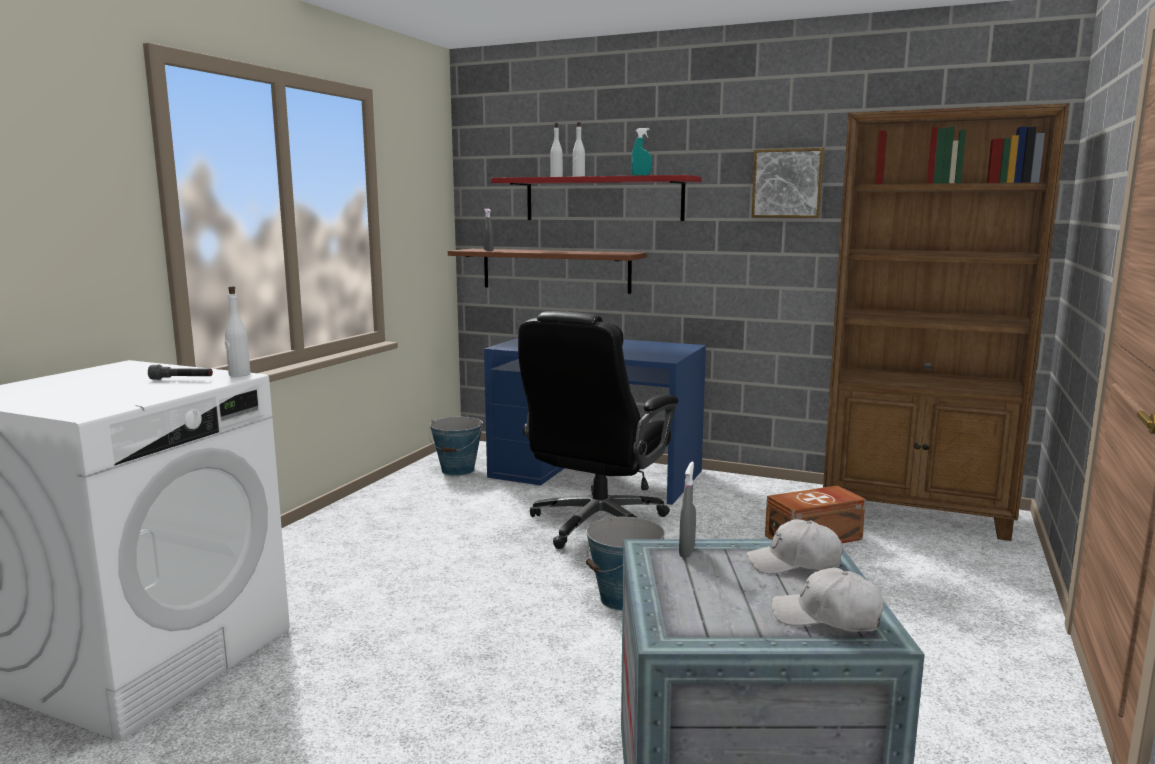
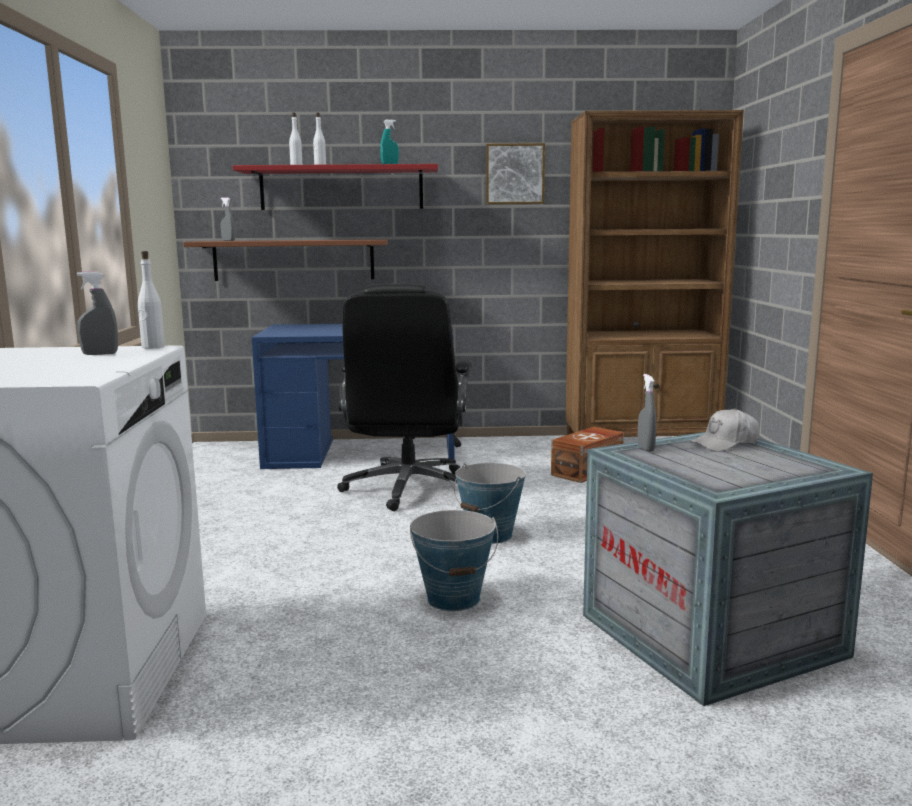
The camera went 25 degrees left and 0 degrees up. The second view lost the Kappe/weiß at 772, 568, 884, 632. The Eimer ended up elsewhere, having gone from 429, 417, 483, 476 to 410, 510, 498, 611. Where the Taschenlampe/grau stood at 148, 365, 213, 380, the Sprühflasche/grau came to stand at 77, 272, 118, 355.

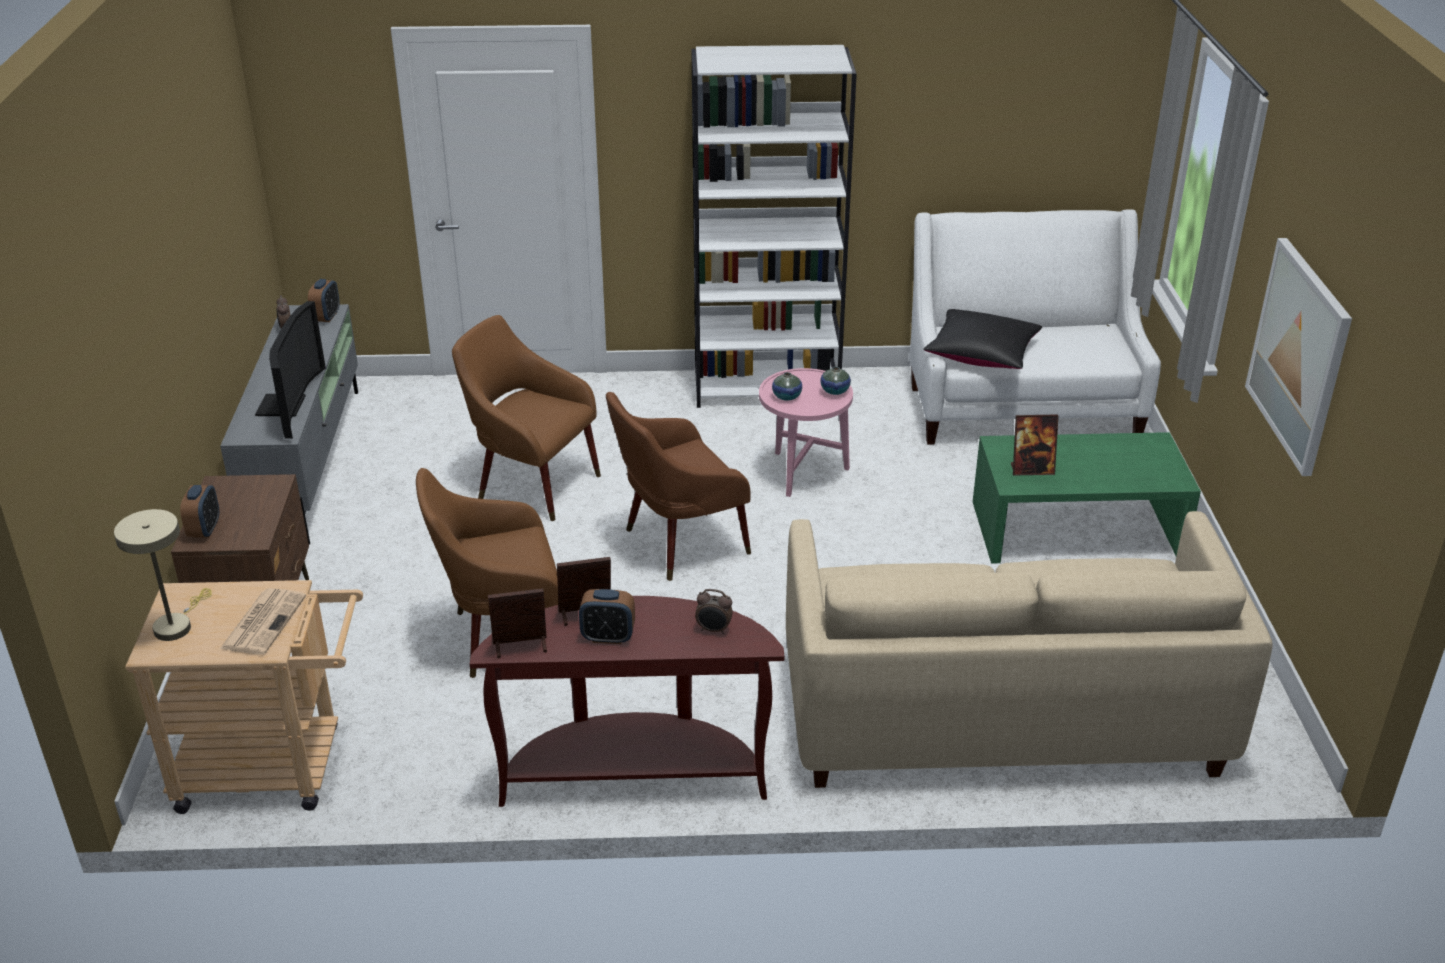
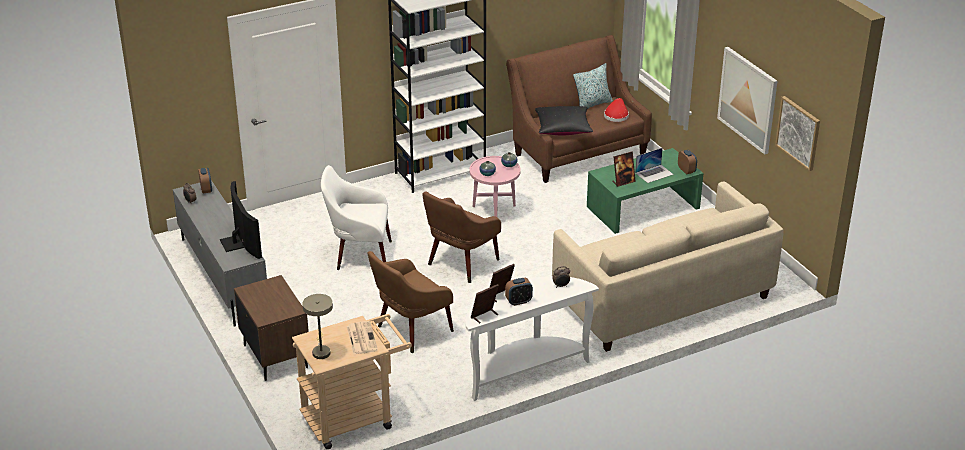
The camera went 25 degrees left and 0 degrees up. The second view gained the Kissen at 573, 63, 613, 109. The second view gained the Hut/rot at 604, 98, 629, 122. The second view gained the Laptop at 635, 148, 674, 183. The second view gained the Bild at 775, 96, 820, 171. The Wecker ended up elsewhere, having gone from 180, 485, 219, 538 to 678, 150, 697, 175. What was the Sessel/braun at 452, 315, 601, 521 turned into the Sessel/weiß at 321, 165, 392, 270. What was the Konsolentisch/braun at 470, 596, 784, 807 turned into the Konsolentisch/weiß at 465, 276, 599, 401. What was the Sofa/weiß at 909, 209, 1161, 445 turned into the Sofa/braun at 506, 35, 652, 183.

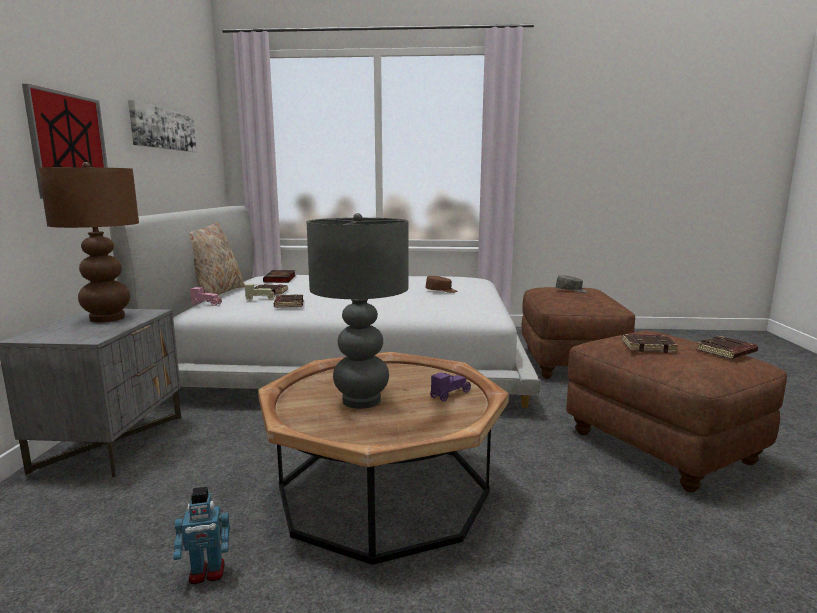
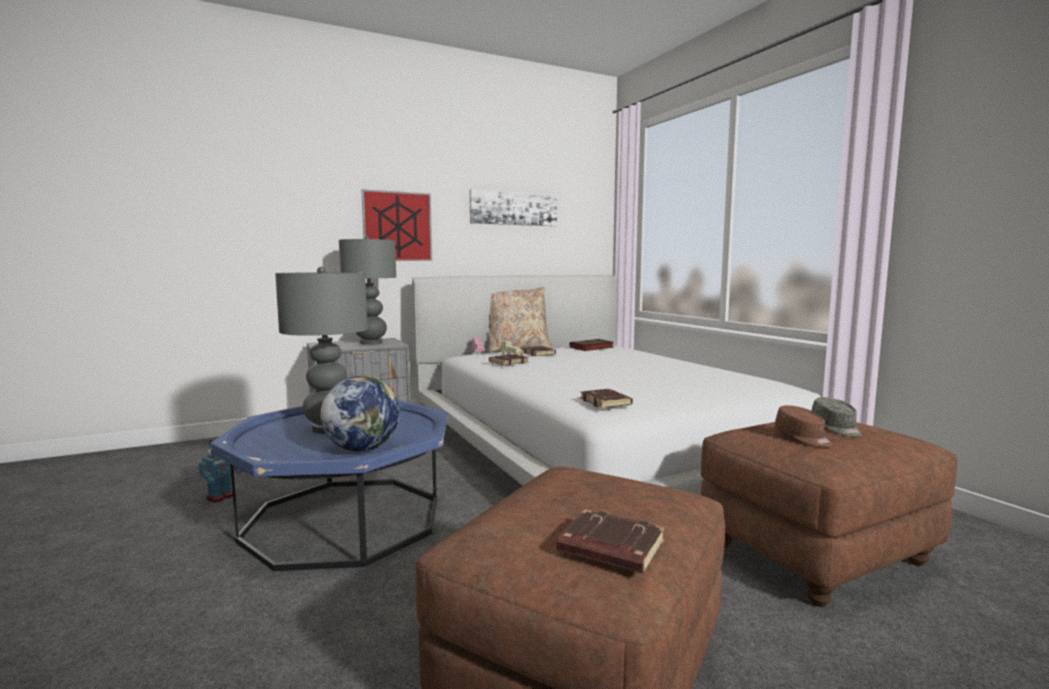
The camera went 60 degrees right and 5 degrees down. The Kappe/braun ended up elsewhere, having gone from 426, 276, 457, 293 to 775, 405, 833, 447. The Buch/braun ended up elsewhere, having gone from 622, 334, 678, 353 to 580, 389, 633, 408. Where the Spielzeugauto/lila stood at 430, 372, 471, 402, the Globus came to stand at 320, 376, 400, 452. What was the Tischlampe/braun at 38, 162, 139, 322 turned into the Tischlampe/grau at 339, 236, 396, 345. What was the Couchtisch/braun at 258, 352, 509, 565 turned into the Couchtisch/blau at 210, 400, 447, 571. The Spielzeugroboter at 173, 487, 230, 584 ended up facing another way, 105 degrees counterclockwise from before.

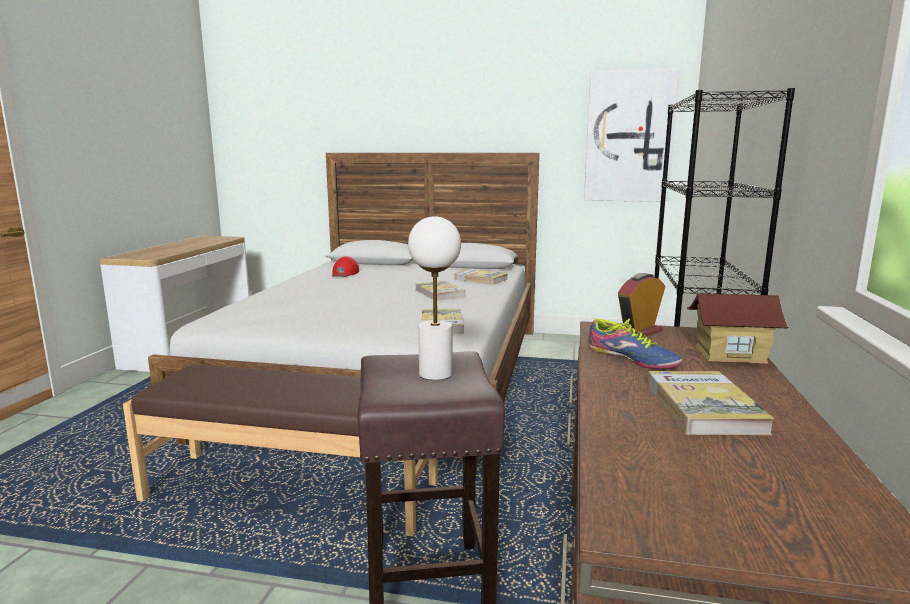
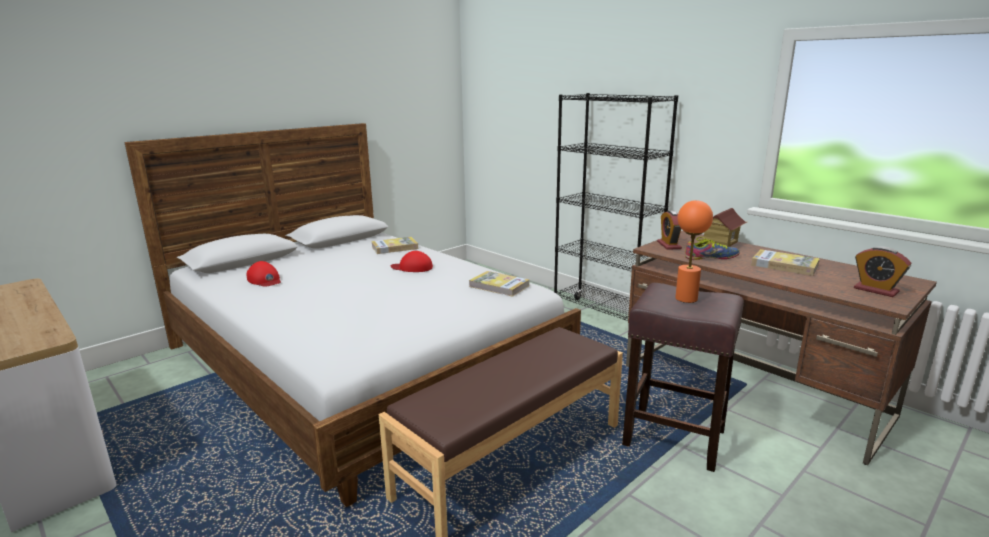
The camera went 55 degrees left and 5 degrees up. The second view lost the Bild at 584, 68, 680, 202. The second view gained the Wecker at 854, 246, 911, 297. Where the Buch stood at 415, 281, 465, 300, the Kappe/rot came to stand at 391, 251, 433, 272. What was the Tischlampe/weiß at 408, 216, 461, 380 turned into the Tischlampe/orange at 675, 200, 713, 303.

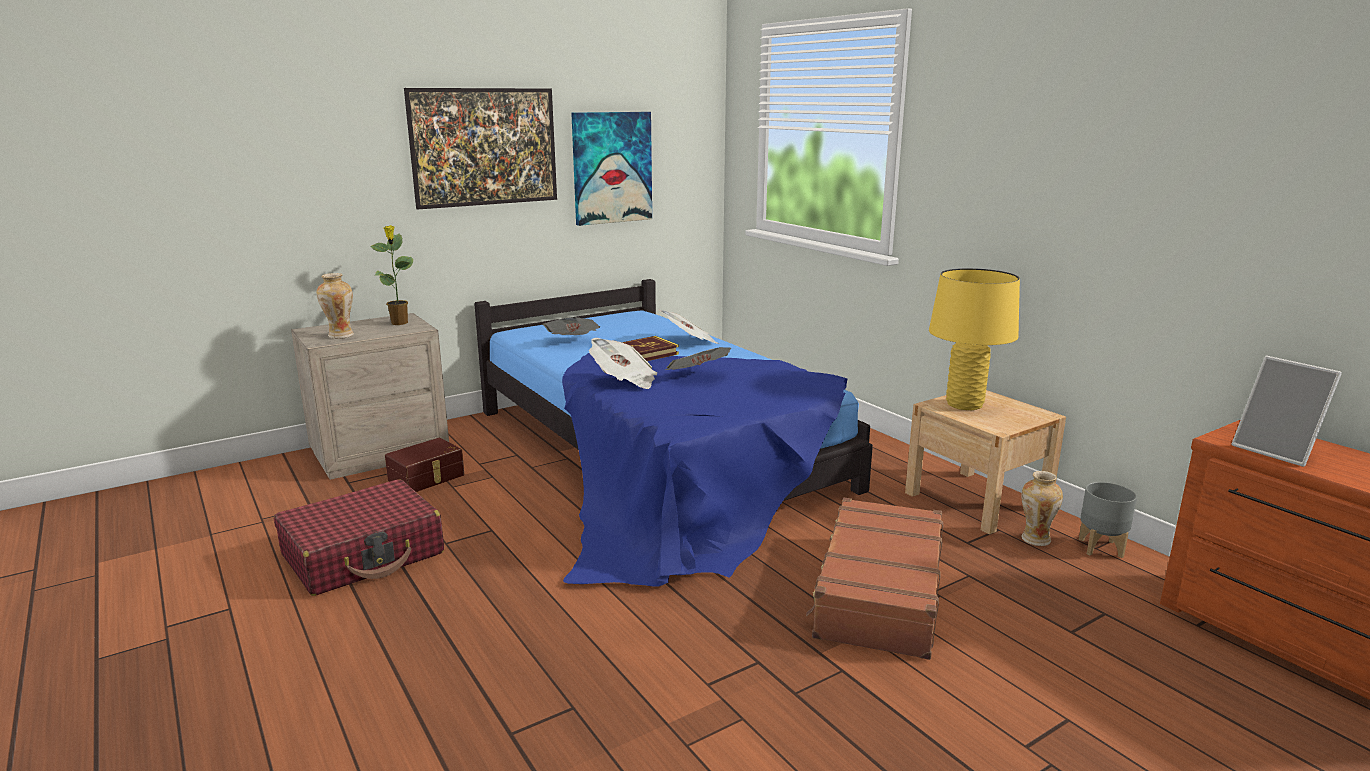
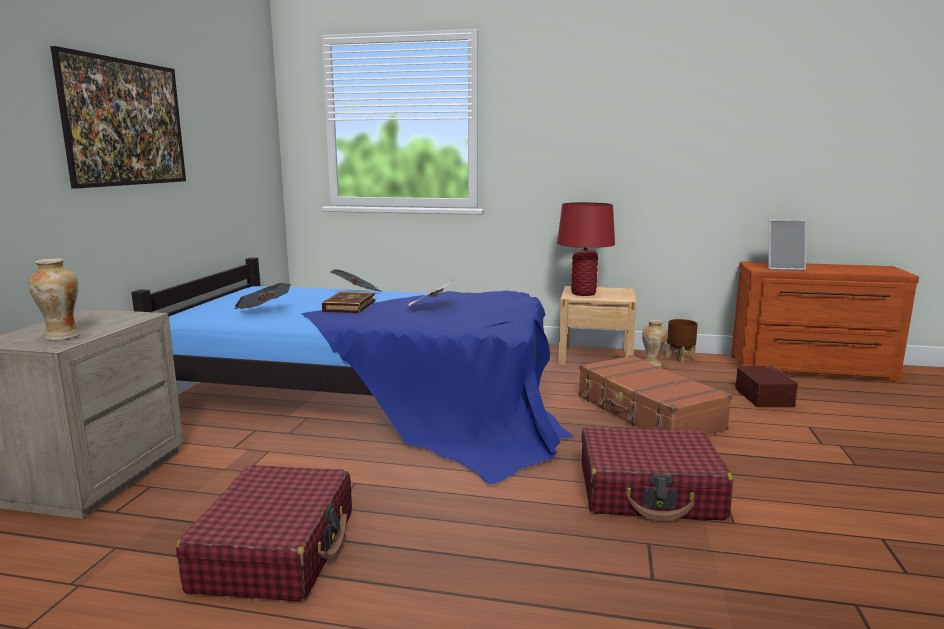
The camera went 45 degrees left and 5 degrees down. The second view lost the Topfpflanze at 371, 225, 414, 325. The second view lost the Bild at 571, 112, 652, 226. The second view lost the Zeitung at 589, 338, 657, 389. The second view gained the Koffer/rot at 582, 427, 733, 522. The Aufbewahrungsbox/braun ended up elsewhere, having gone from 385, 438, 464, 492 to 735, 366, 798, 407. What was the Tischlampe/gelb at 929, 268, 1020, 410 turned into the Tischlampe/rot at 557, 202, 615, 296. What was the Pflanzkübel/grau at 1079, 482, 1137, 558 turned into the Pflanzkübel/braun at 666, 319, 698, 364.

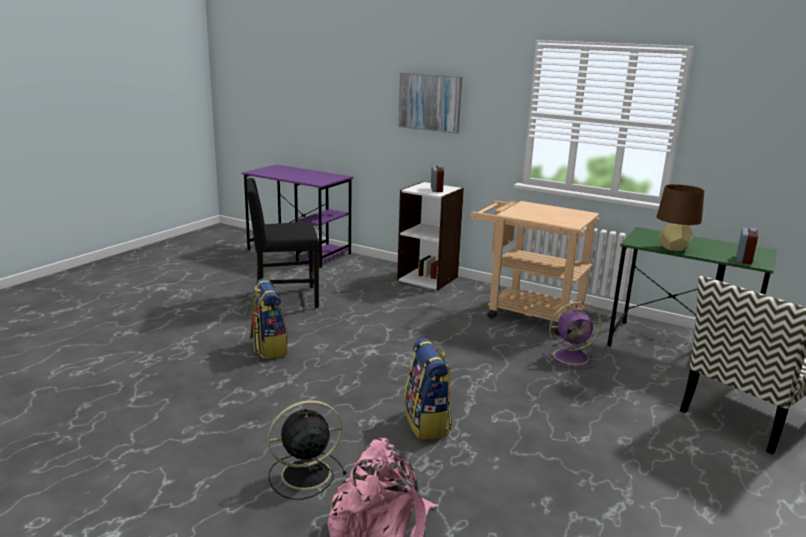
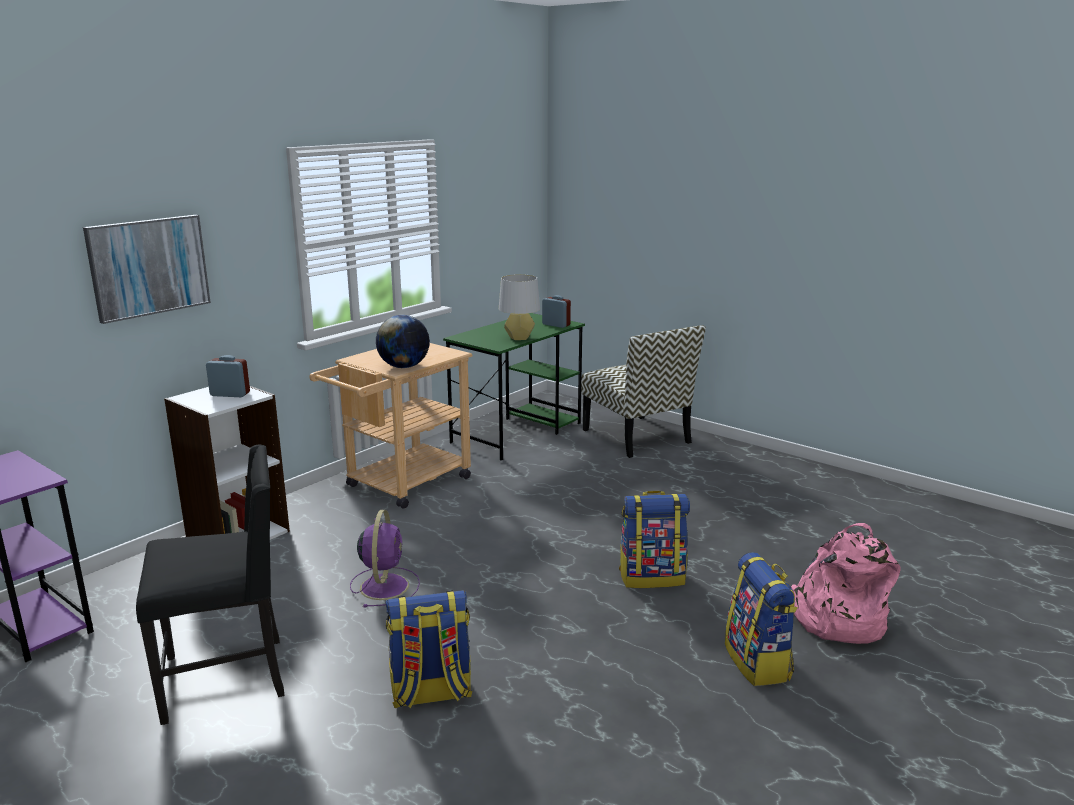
The camera went 80 degrees left and 0 degrees up. The second view gained the Globus at 376, 315, 430, 368. The Ventilator/lila ended up elsewhere, having gone from 542, 301, 601, 369 to 350, 510, 420, 607. Where the Ventilator/schwarz stood at 268, 400, 347, 500, the Rucksack came to stand at 725, 552, 798, 686. What was the Tischlampe/braun at 657, 184, 704, 251 turned into the Tischlampe/grau at 499, 274, 540, 340. The Stuhl/schwarz at 246, 178, 320, 308 ended up facing another way, 105 degrees counterclockwise from before.

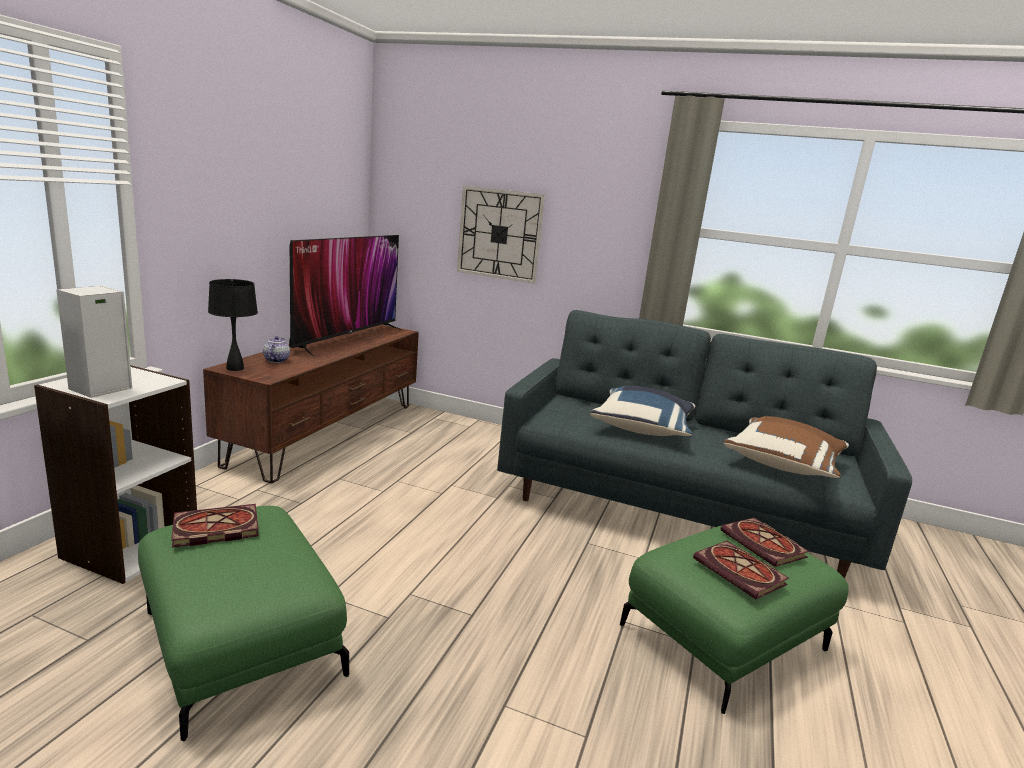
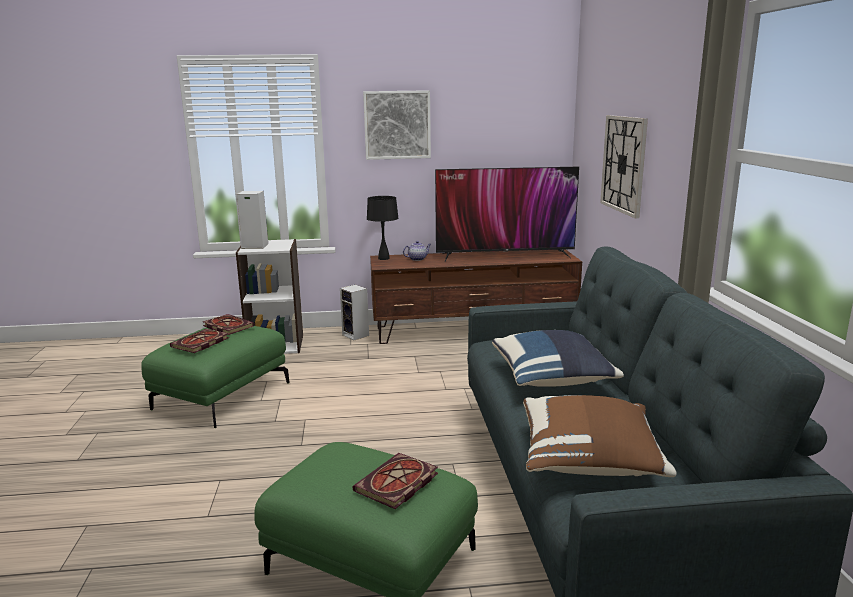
The camera went 65 degrees right and 0 degrees up. The second view gained the Lautsprecher at 340, 285, 369, 340. The second view gained the Bild at 363, 90, 431, 160. The Buch ended up elsewhere, having gone from 693, 541, 789, 599 to 170, 329, 229, 353.

